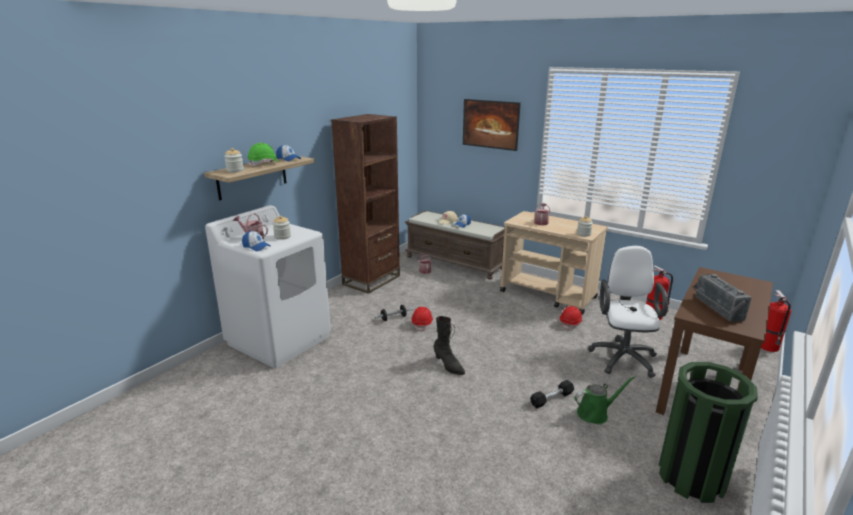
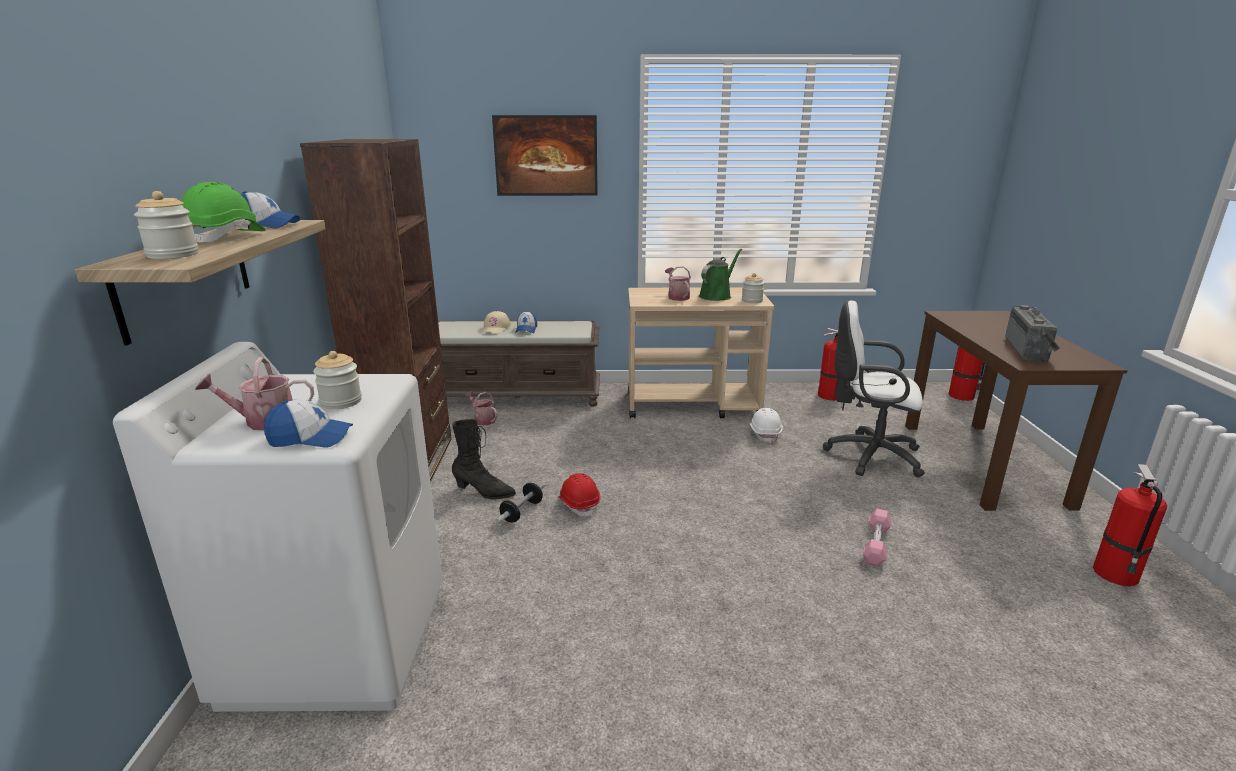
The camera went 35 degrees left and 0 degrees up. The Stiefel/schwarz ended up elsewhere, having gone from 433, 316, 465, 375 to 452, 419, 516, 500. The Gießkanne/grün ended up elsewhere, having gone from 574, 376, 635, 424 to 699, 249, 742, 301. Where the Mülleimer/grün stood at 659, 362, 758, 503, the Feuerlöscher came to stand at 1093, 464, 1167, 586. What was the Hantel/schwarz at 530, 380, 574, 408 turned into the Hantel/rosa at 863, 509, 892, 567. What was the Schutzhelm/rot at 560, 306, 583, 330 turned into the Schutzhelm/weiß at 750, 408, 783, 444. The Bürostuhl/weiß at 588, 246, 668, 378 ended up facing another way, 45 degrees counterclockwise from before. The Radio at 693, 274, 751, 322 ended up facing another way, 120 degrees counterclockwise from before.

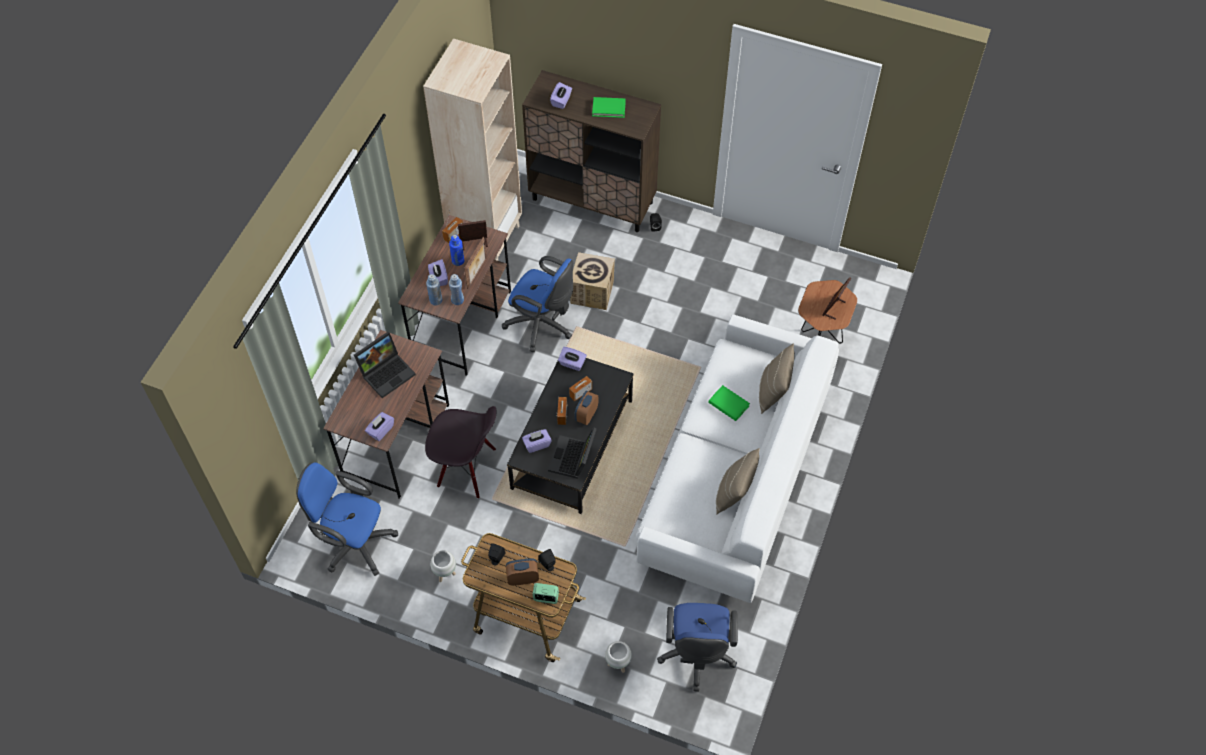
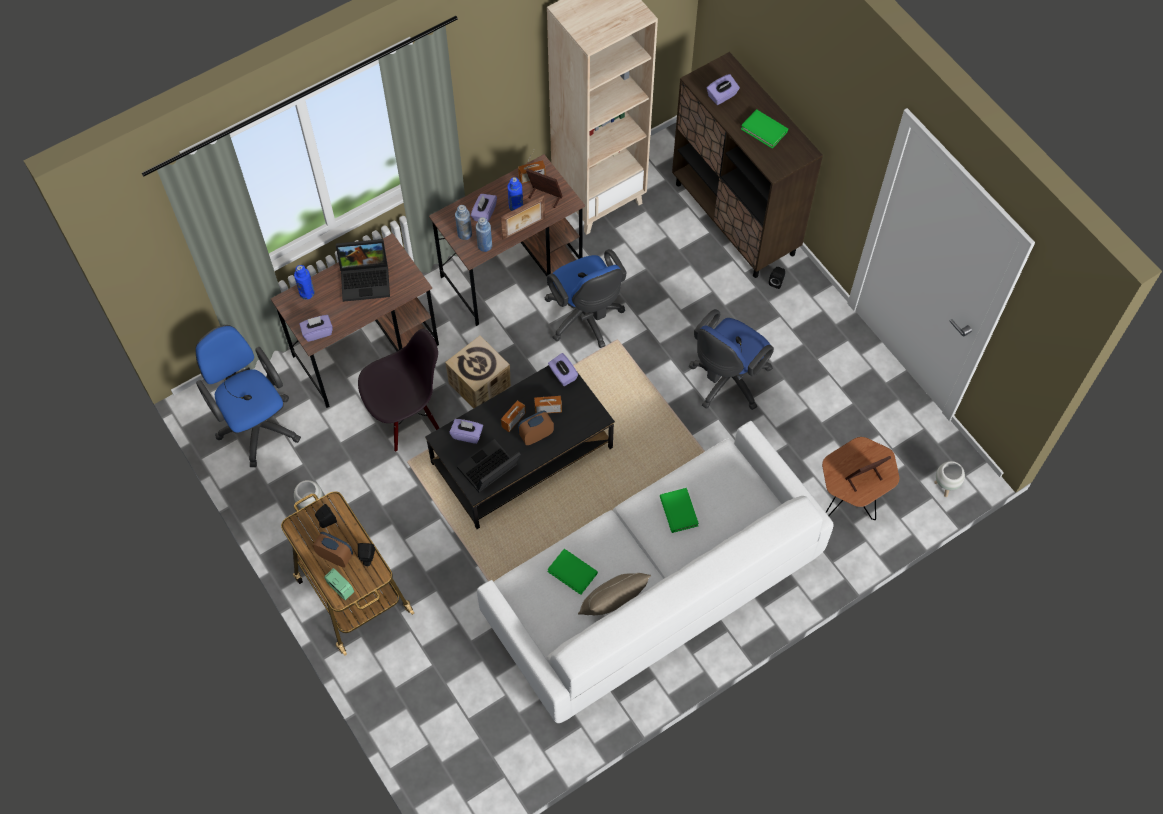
The camera went 35 degrees right and 5 degrees up. The second view lost the Kissen/beige at 759, 343, 795, 414. The second view gained the Flasche/blau at 294, 265, 315, 299. The second view gained the Buch/grün at 547, 549, 598, 595. The Karton ended up elsewhere, having gone from 570, 252, 615, 310 to 445, 336, 511, 409. The Pflanzkübel/weiß ended up elsewhere, having gone from 605, 641, 632, 673 to 934, 461, 965, 497. The Bürostuhl/blau ended up elsewhere, having gone from 657, 603, 738, 692 to 689, 309, 774, 410. The Stuhl/schwarz at 425, 406, 496, 498 ended up facing another way, 75 degrees counterclockwise from before.

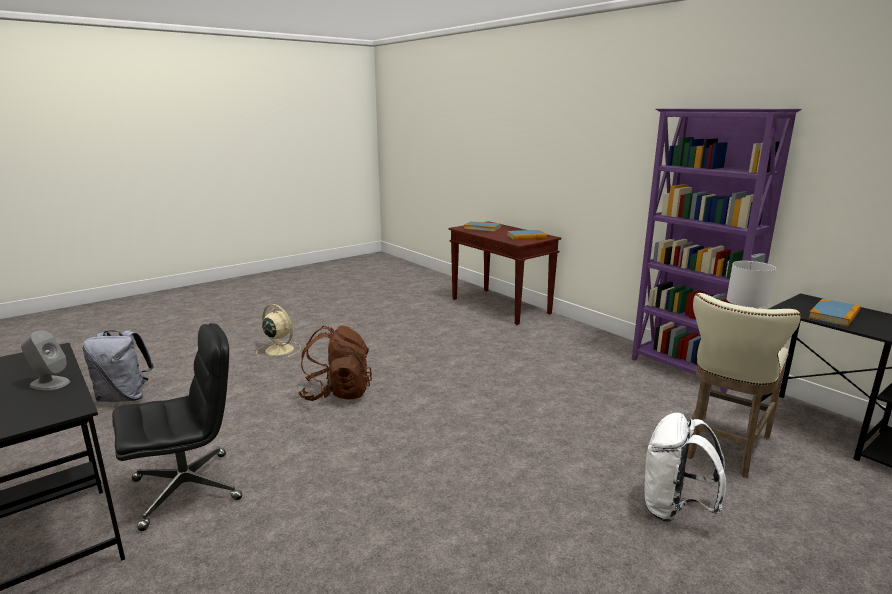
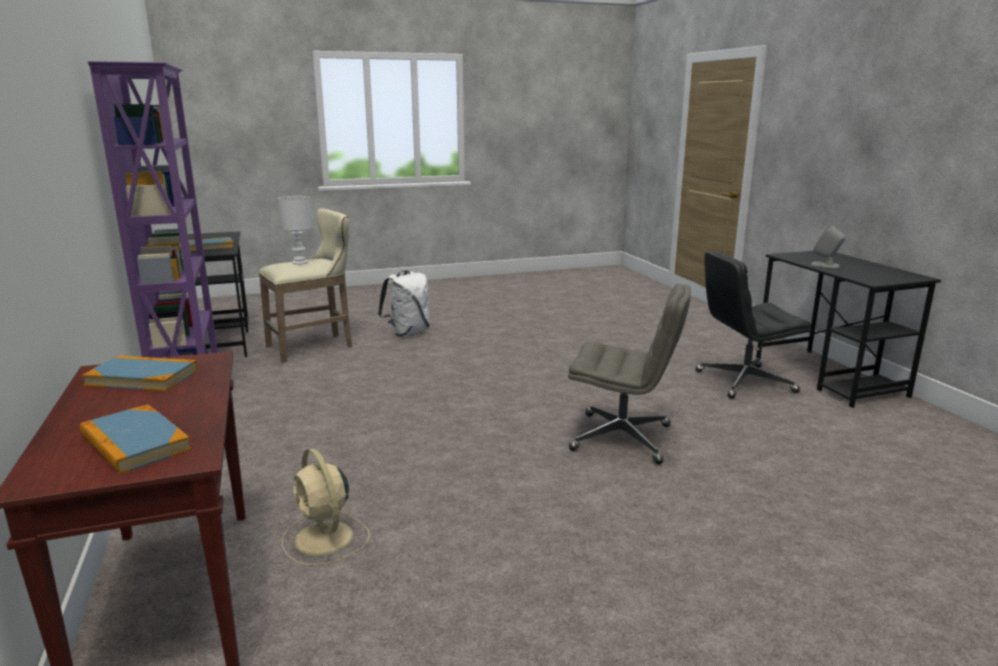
The camera went 160 degrees left and 0 degrees up. The second view lost the Rucksack/grau at 82, 330, 154, 402. The Ventilator/beige ended up elsewhere, having gone from 256, 304, 301, 358 to 282, 448, 370, 566. Where the Rucksack/braun stood at 298, 326, 372, 401, the Bürostuhl/grau came to stand at 568, 284, 691, 464.

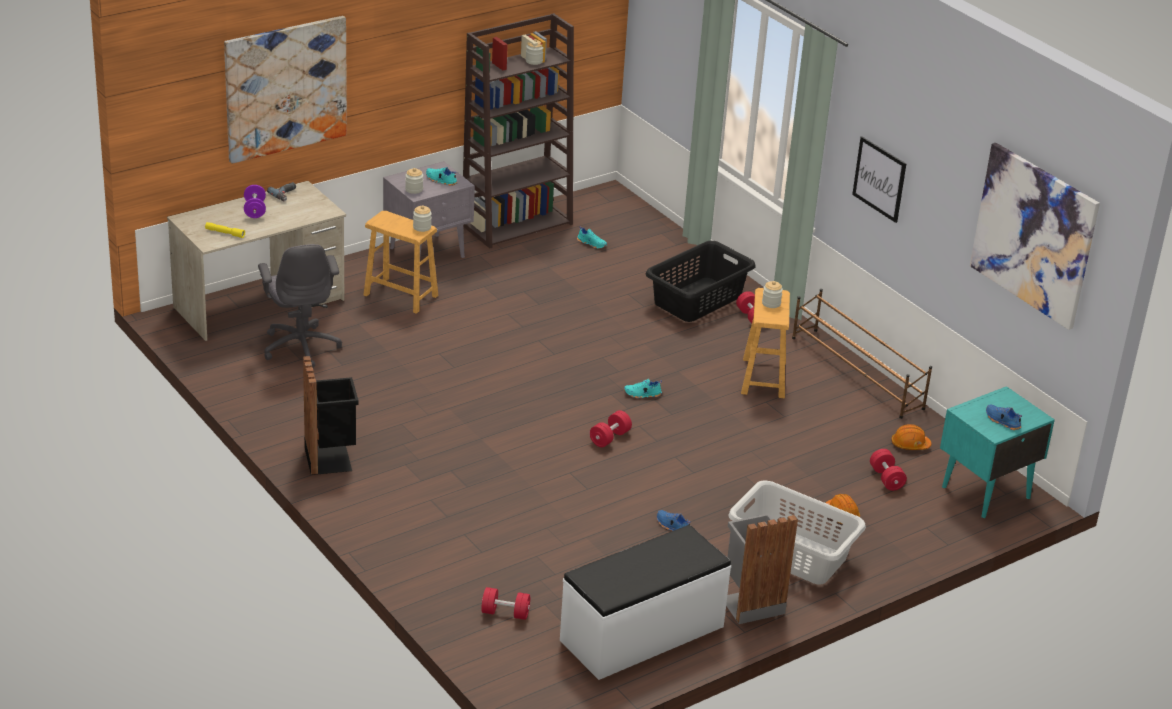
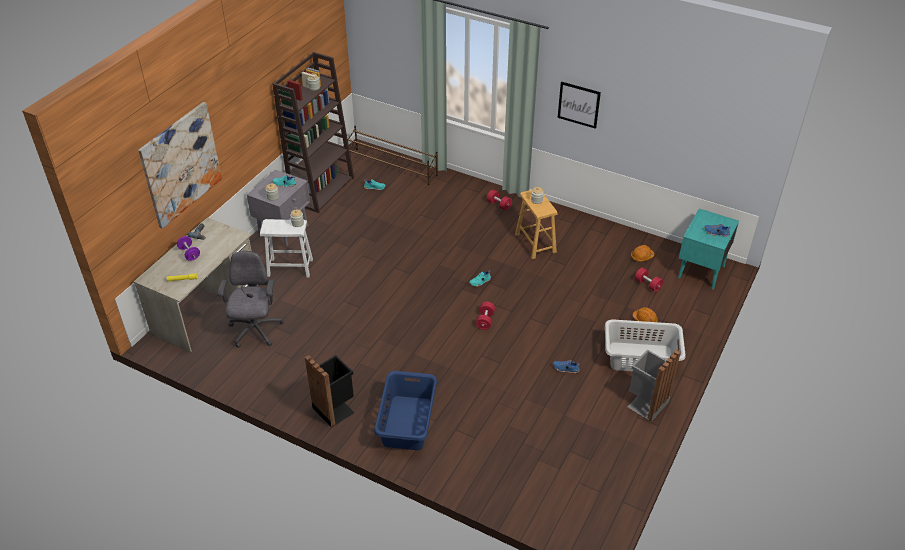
The camera went 25 degrees left and 10 degrees up. The second view lost the Hantel/rot at 481, 587, 530, 620. The second view lost the Bank/weiß at 560, 525, 731, 680. The second view lost the Wäschekorb/schwarz at 646, 241, 756, 322. The second view lost the Bild at 970, 143, 1100, 330. The second view gained the Wäschekorb/blau at 374, 371, 437, 450. The Schuhregal/braun ended up elsewhere, having gone from 792, 289, 932, 419 to 348, 126, 438, 185. What was the Hocker/braun at 363, 211, 438, 314 turned into the Hocker/weiß at 260, 219, 313, 277. The Bürostuhl/grau at 258, 244, 342, 368 ended up facing another way, 135 degrees counterclockwise from before.

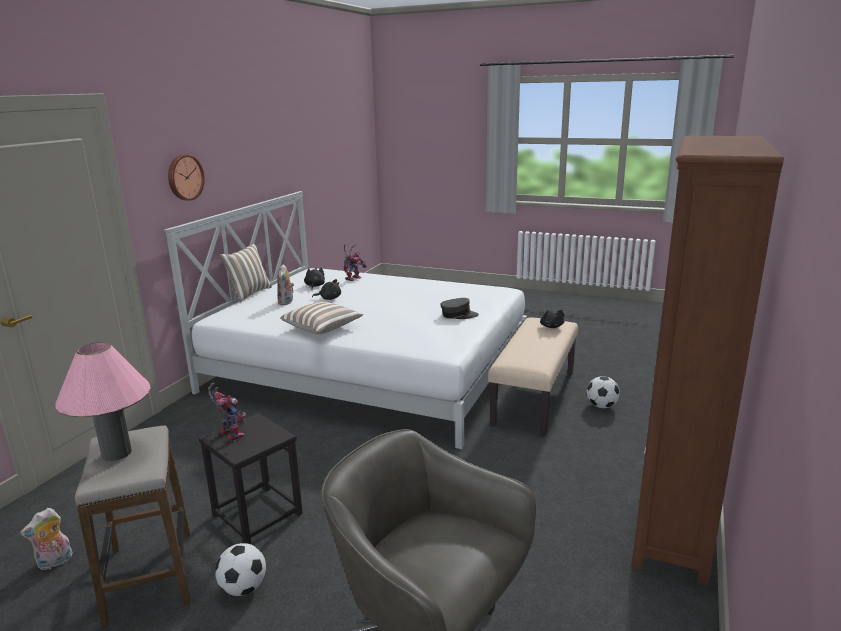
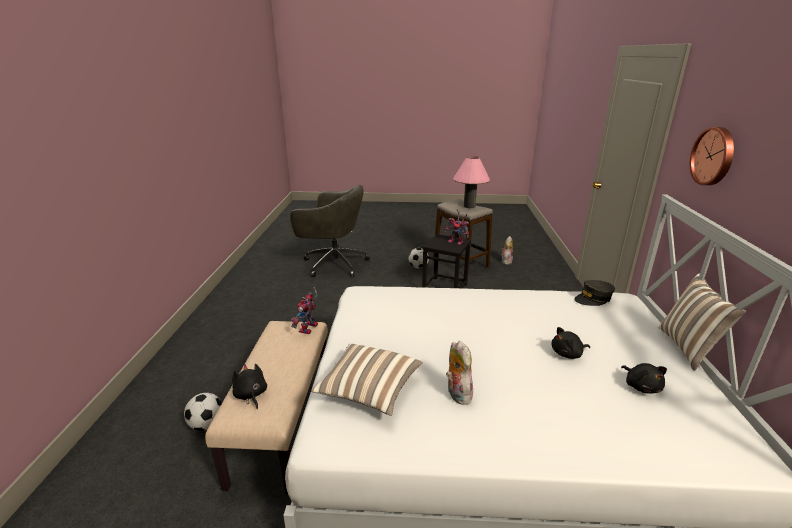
The camera went 160 degrees right and 5 degrees up. The second view lost the Bücherregal/braun at 632, 136, 784, 586. The Plüschtier ended up elsewhere, having gone from 277, 264, 294, 305 to 446, 341, 473, 405. The Kissen ended up elsewhere, having gone from 280, 302, 363, 334 to 311, 343, 423, 416. The Spielzeugroboter ended up elsewhere, having gone from 344, 245, 367, 281 to 291, 287, 318, 334. The Kappe/grau ended up elsewhere, having gone from 440, 298, 479, 319 to 574, 280, 615, 306.

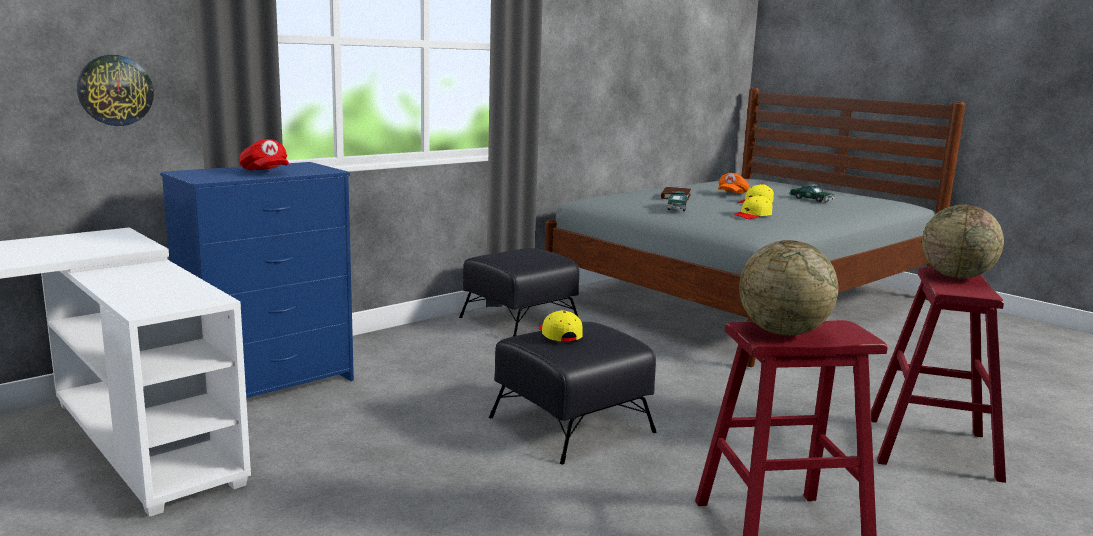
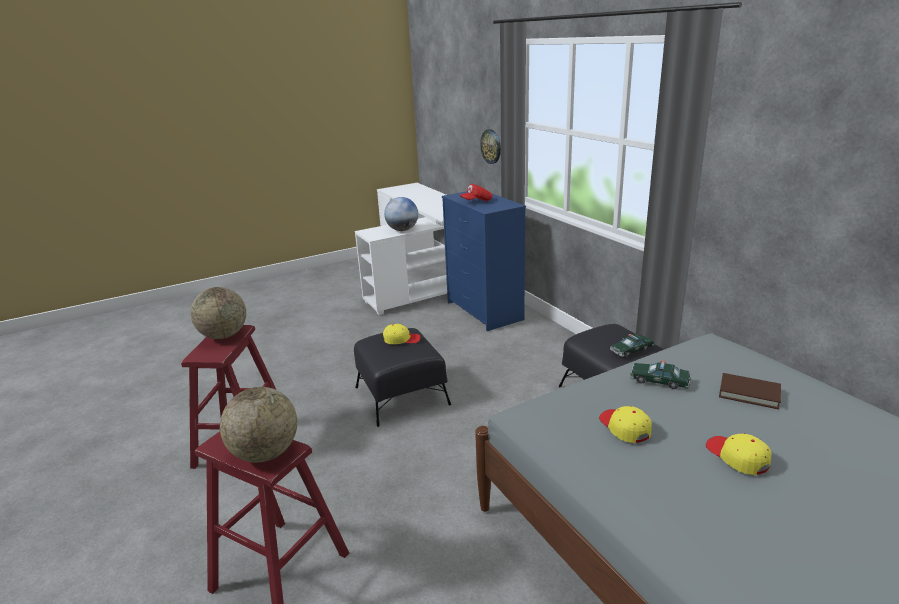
The camera went 105 degrees right and 10 degrees up. The second view lost the Kappe/orange at 718, 173, 749, 193. The second view gained the Globus at 384, 197, 418, 231. The Spielzeugauto ended up elsewhere, having gone from 789, 184, 835, 203 to 610, 334, 654, 357.

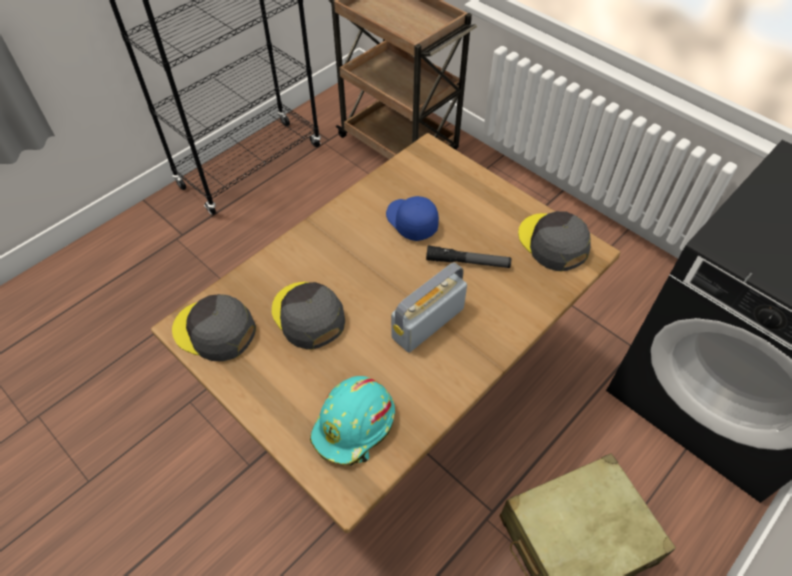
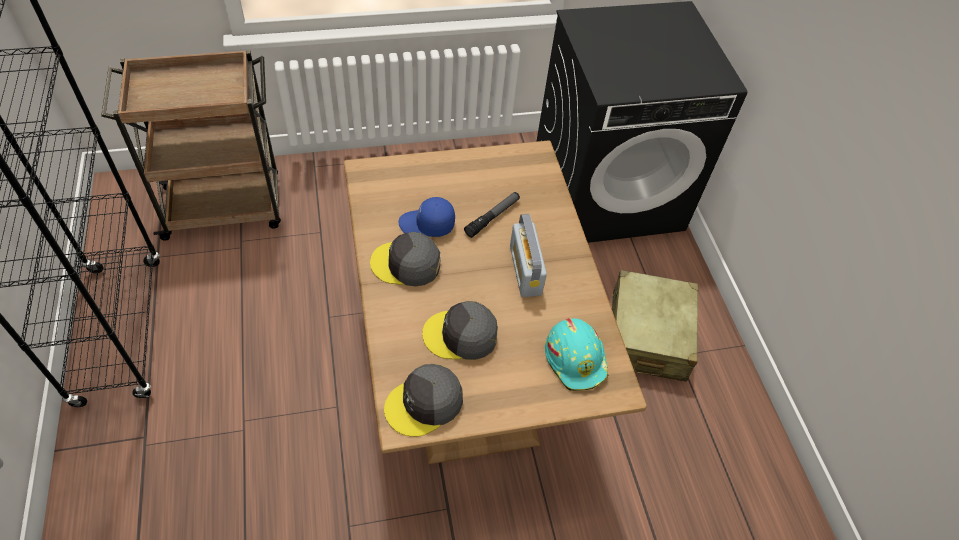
The camera went 60 degrees left and 0 degrees up. The Kappe/grau ended up elsewhere, having gone from 518, 211, 591, 271 to 370, 232, 440, 287.

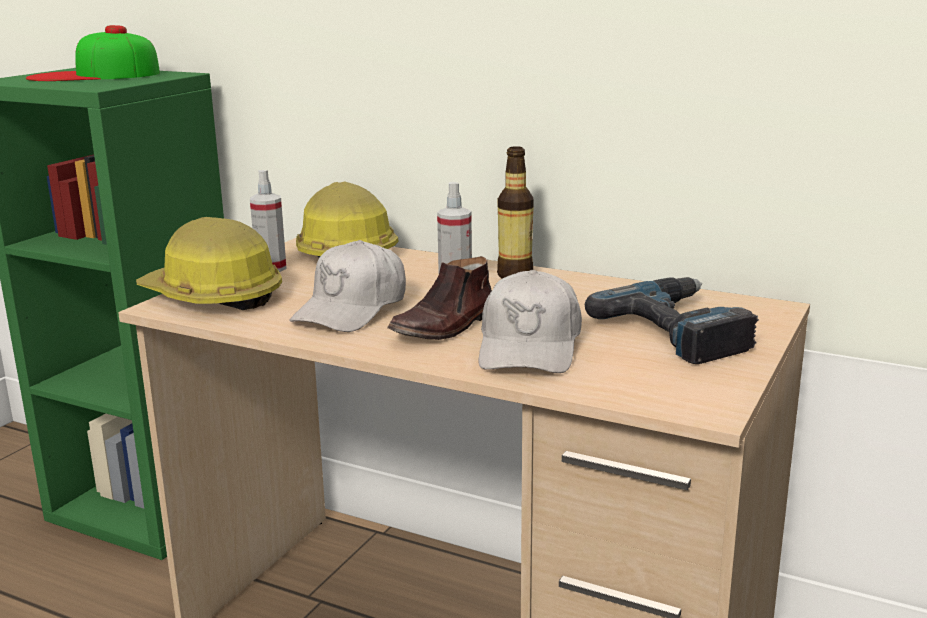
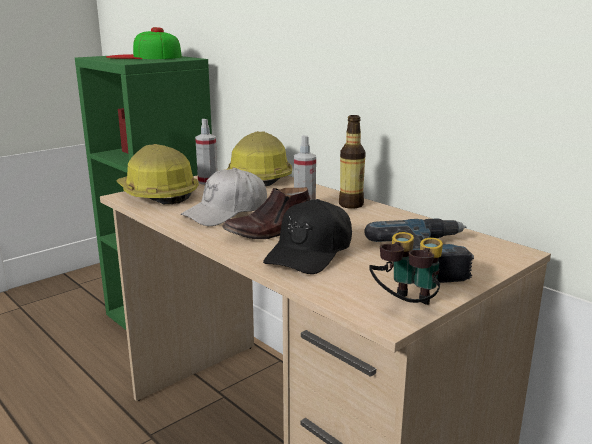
The camera went 20 degrees right and 0 degrees up. The second view gained the Fernglas at 370, 232, 443, 305. What was the Kappe/weiß at 478, 270, 582, 373 turned into the Kappe/schwarz at 263, 199, 352, 274.

